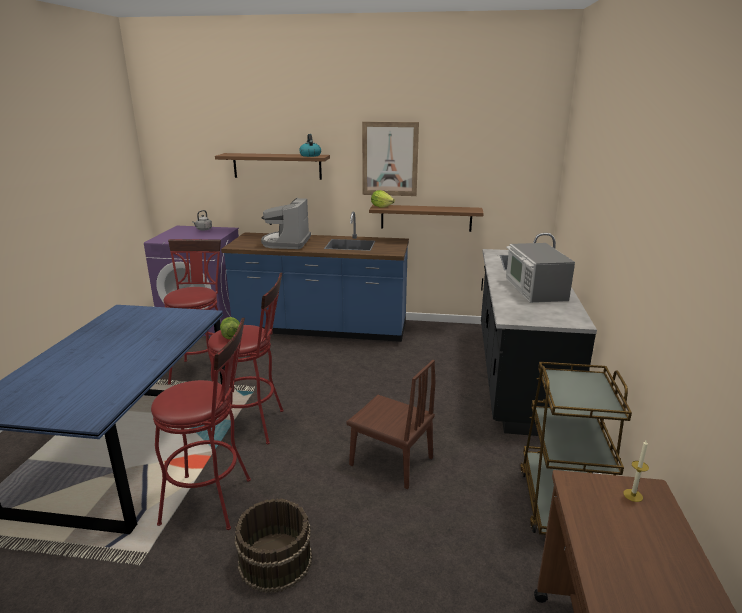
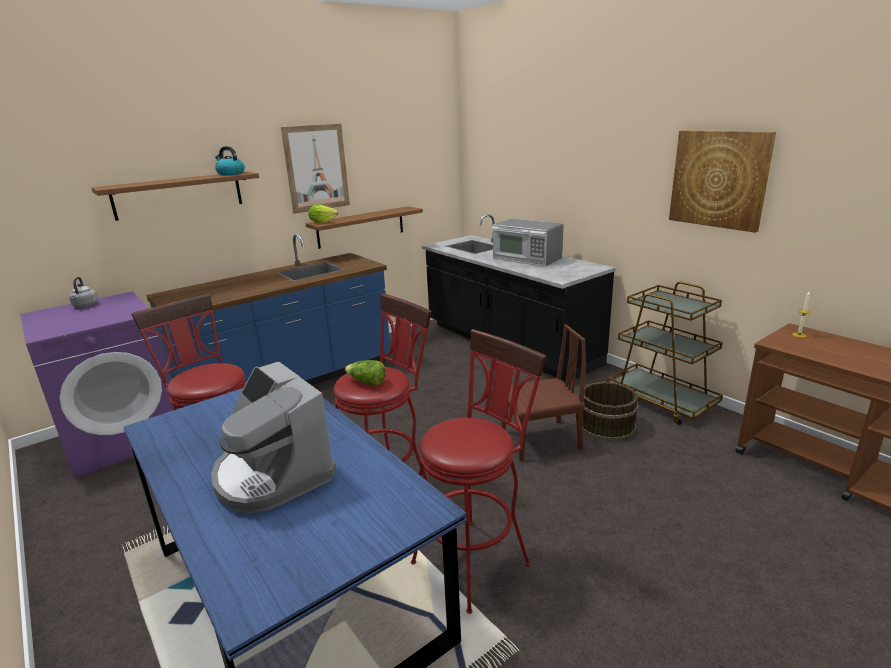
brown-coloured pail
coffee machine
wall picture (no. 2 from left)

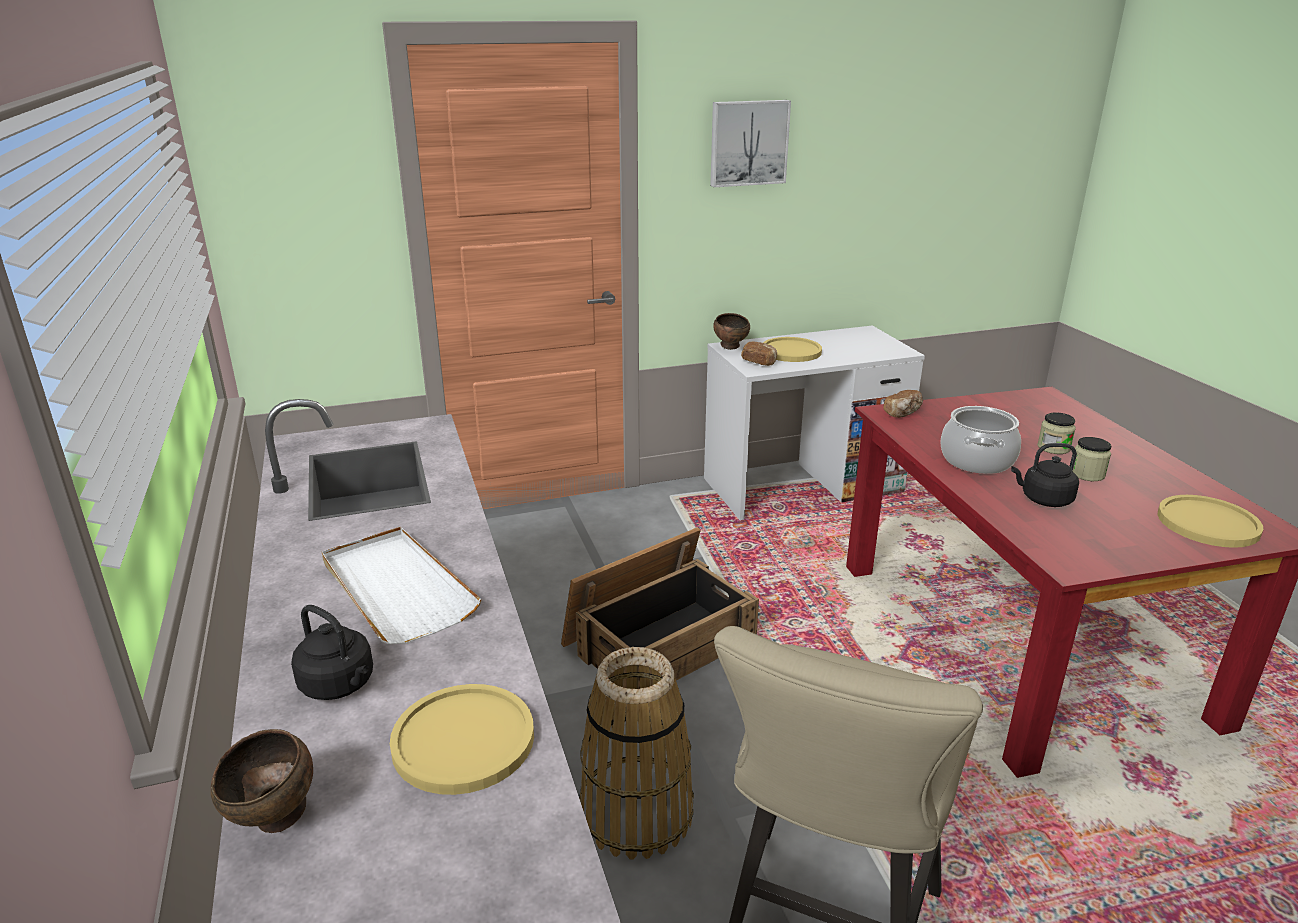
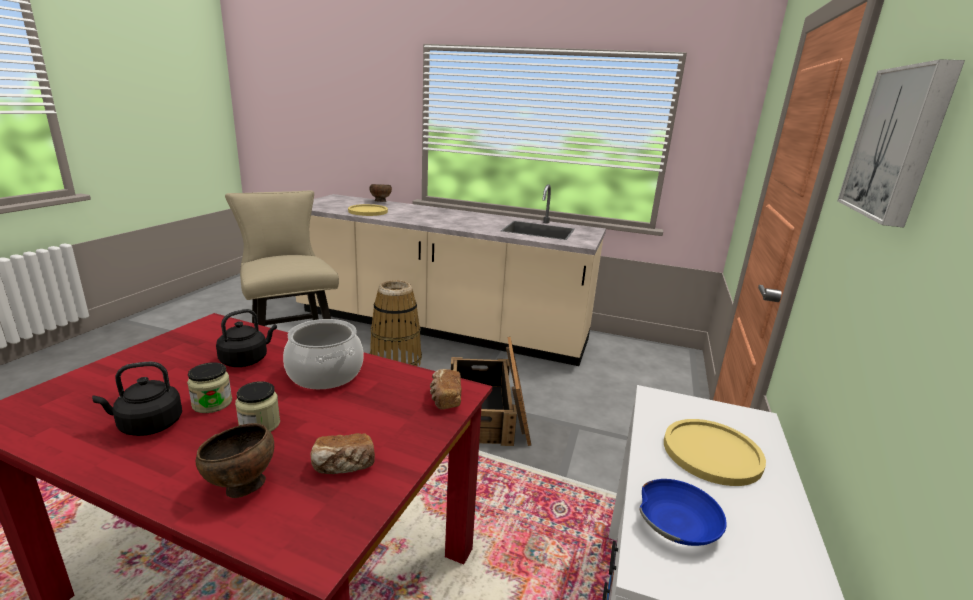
black-coloured water kettle (no. 1 from left)
white-coloured serving tray
brown-coloured serving bowl (no. 1 from left)
bread (no. 1 from left)
yellow plate (no. 3 from left in the first image)
bluish serving bowl

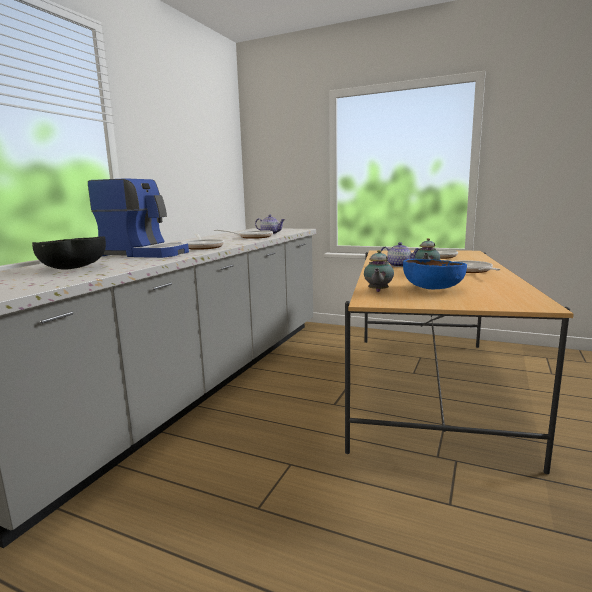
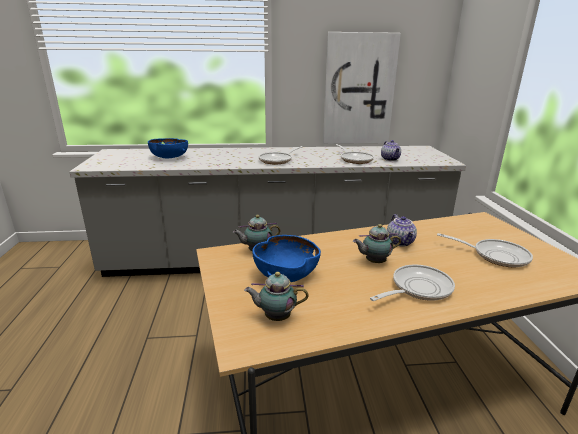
bluish serving bowl (no. 1 from left)
coffee machine
teapot (no. 2 from left)
wall picture

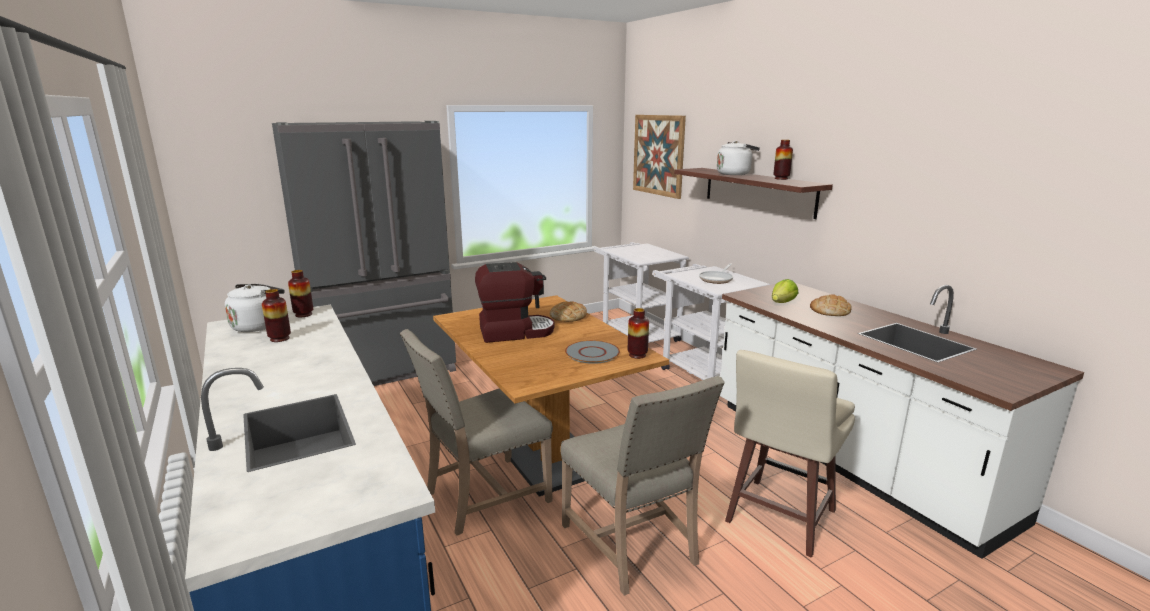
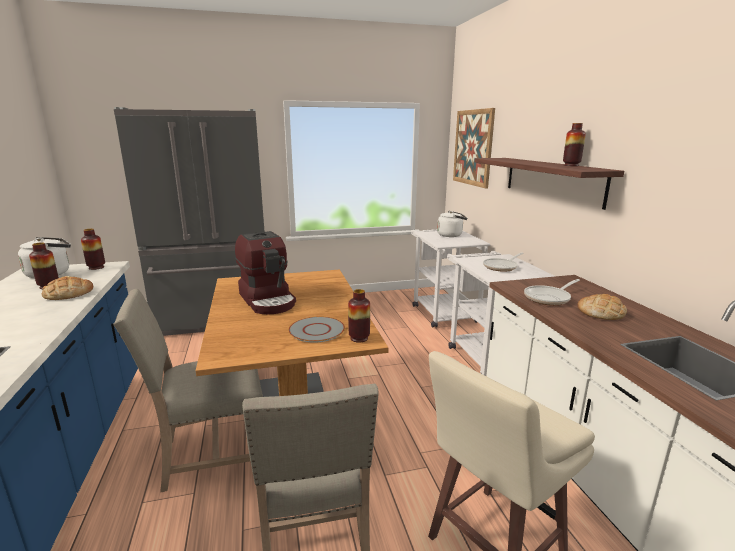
coffee machine
bread (no. 1 from left)
white-coloured water kettle (no. 2 from left)
frying pan (no. 2 from left)

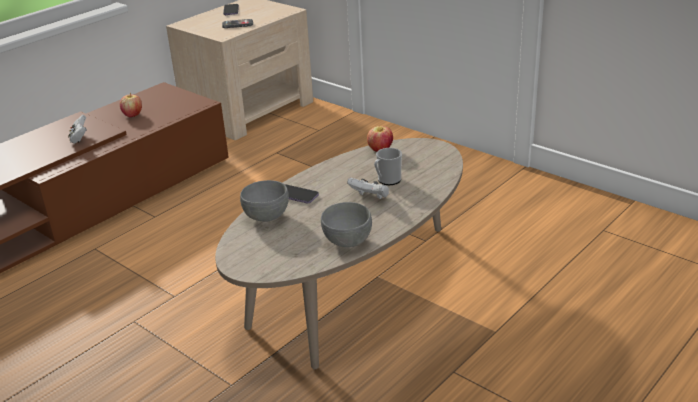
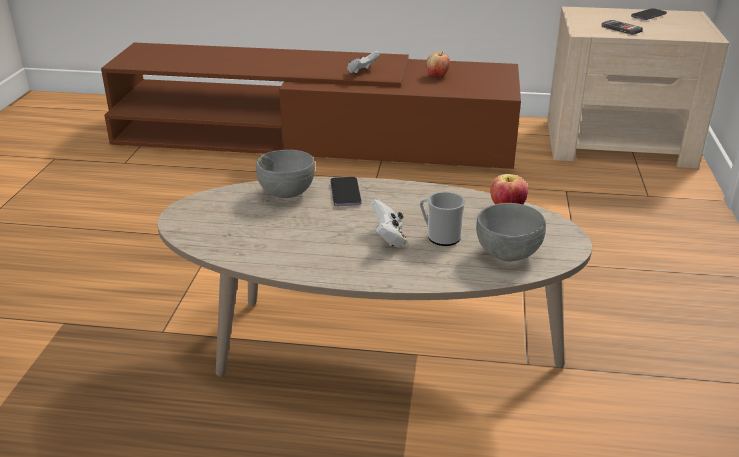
grey serving bowl (no. 2 from left)

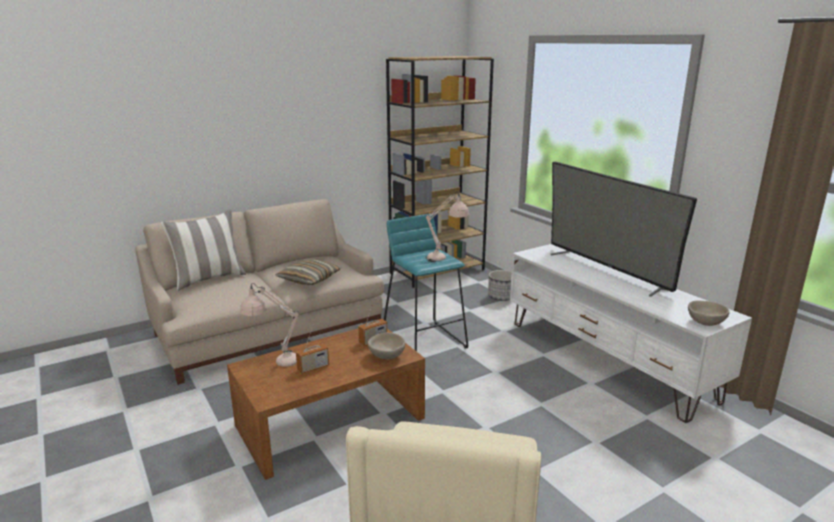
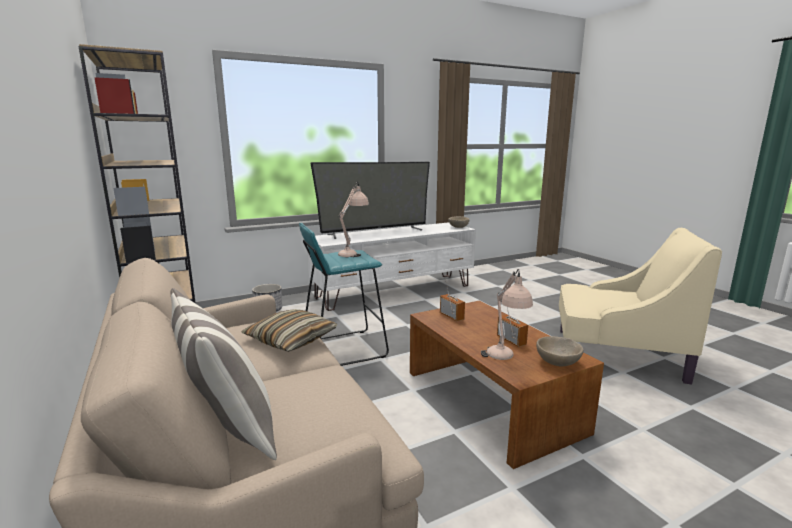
sand-coloured serving bowl (no. 2 from left)

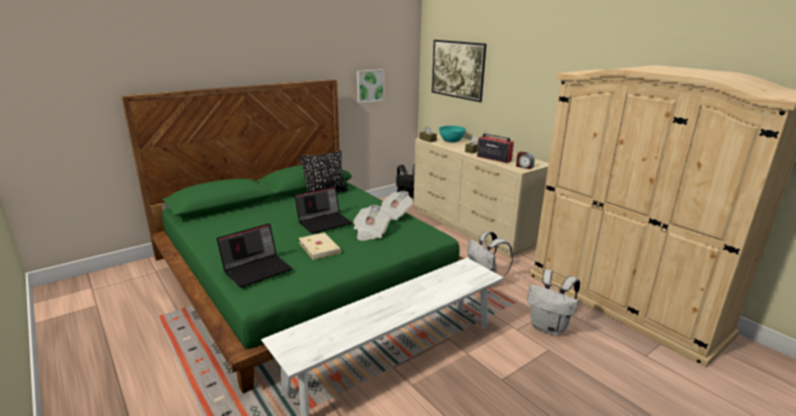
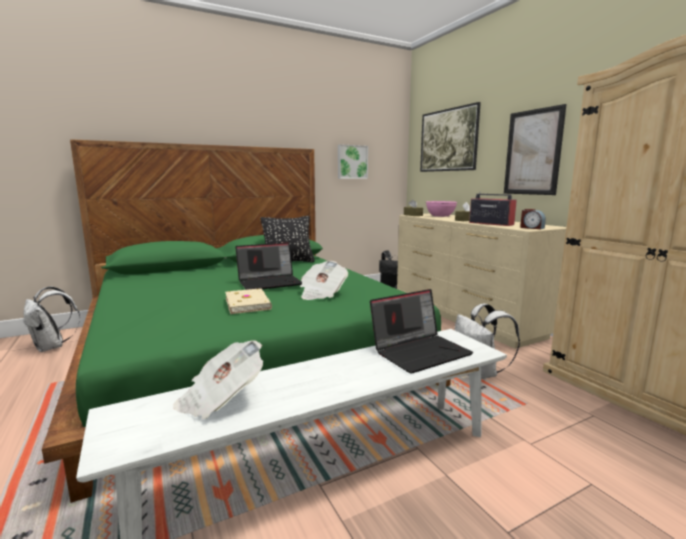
notebook computer (no. 2 from left)
daily paper (no. 1 from left)
pink serving bowl
white-coloured rucksack (no. 1 from left)
wall picture (no. 3 from left)

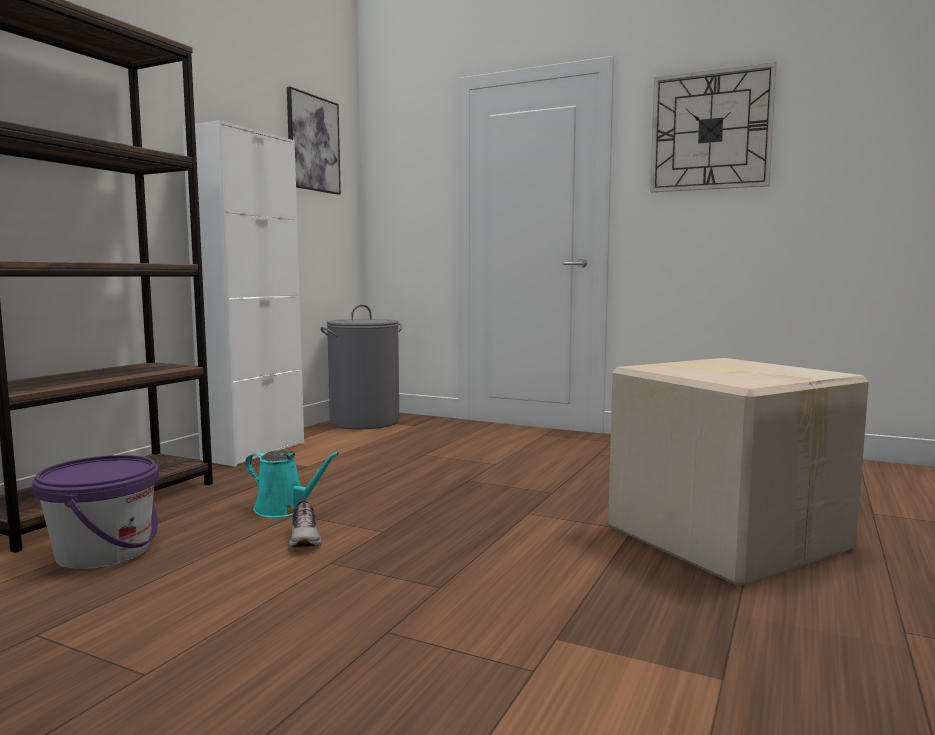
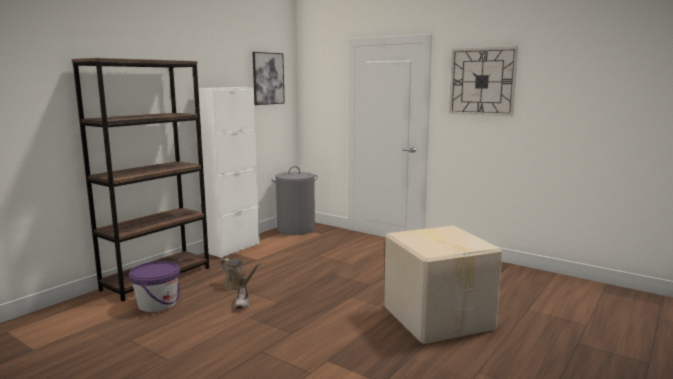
brown-coloured sprinkling can

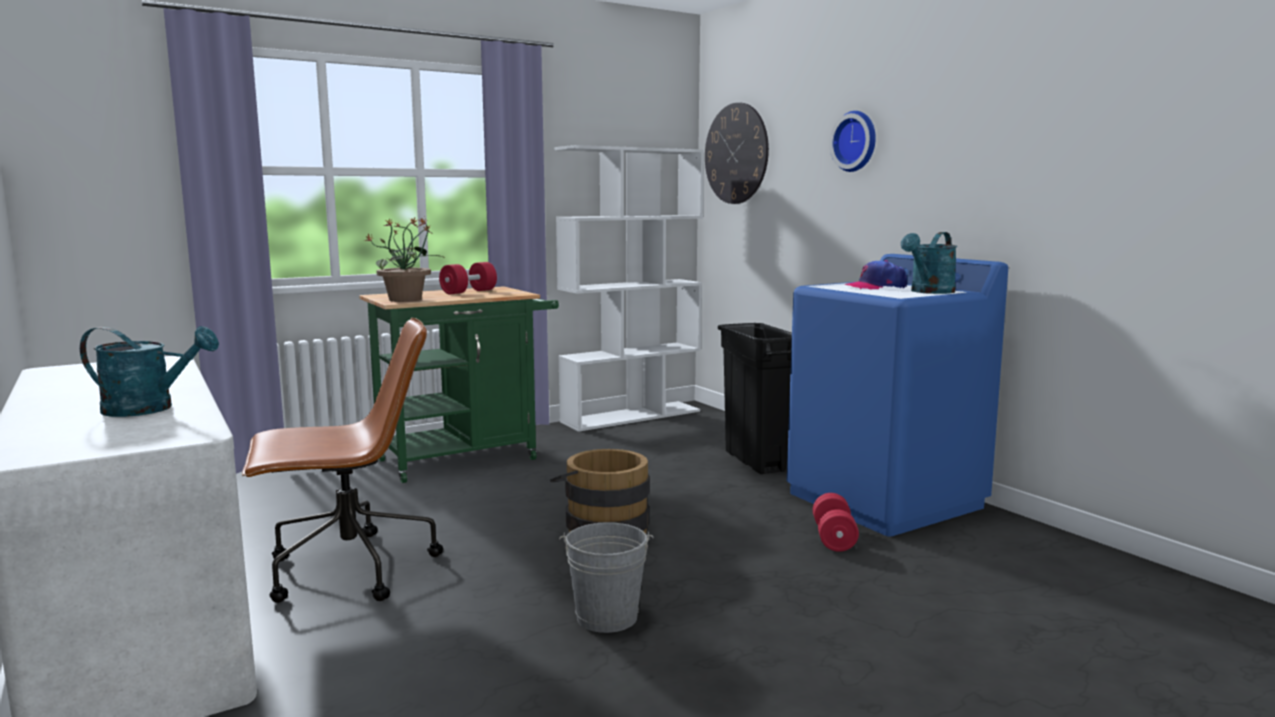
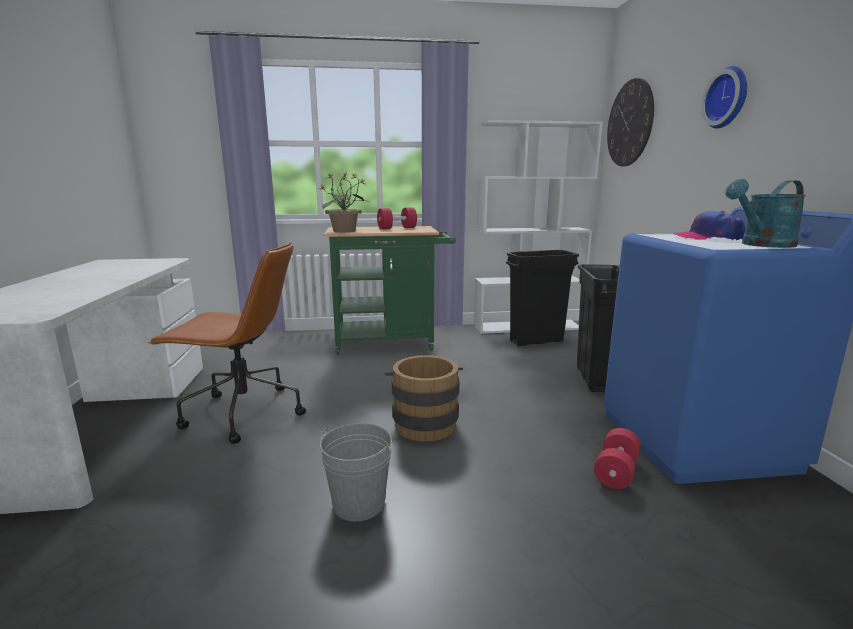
turquoise-coloured sprinkling can (no. 1 from left in the first image)
black-coloured waste bin (no. 1 from left)

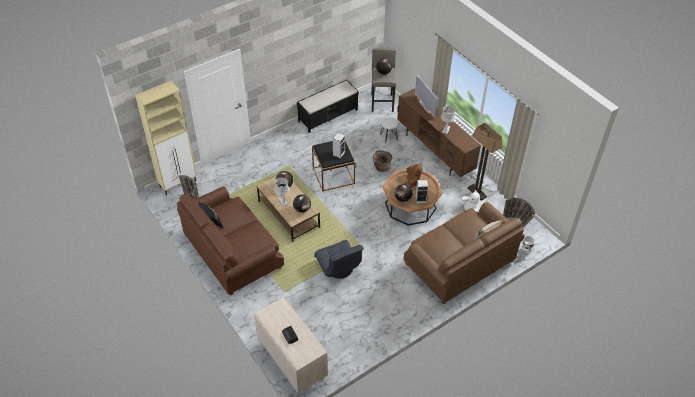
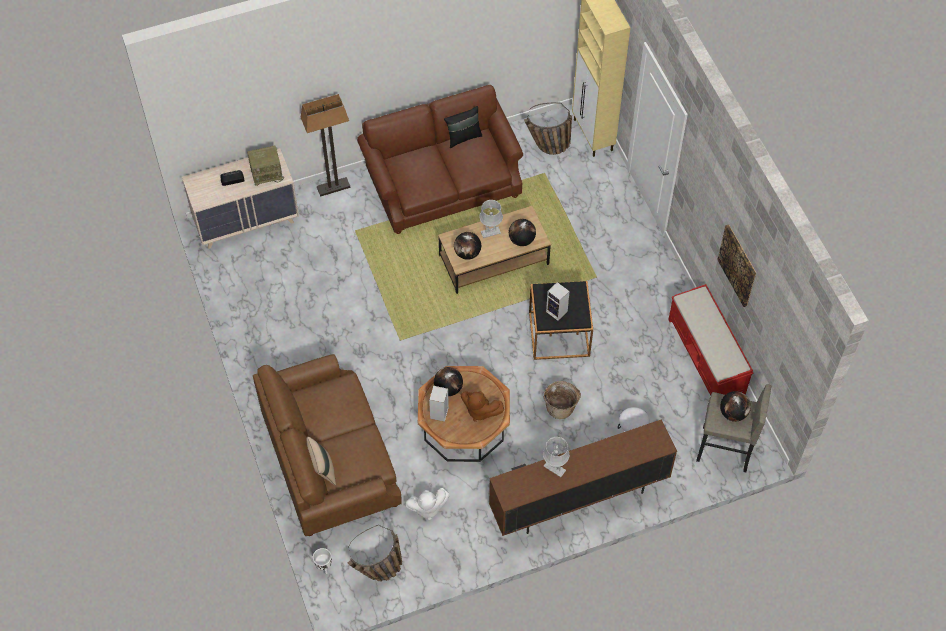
red-coloured bench
grey lounge chair
TV
floor lamp
radio receiver (no. 2 from left)
wall picture

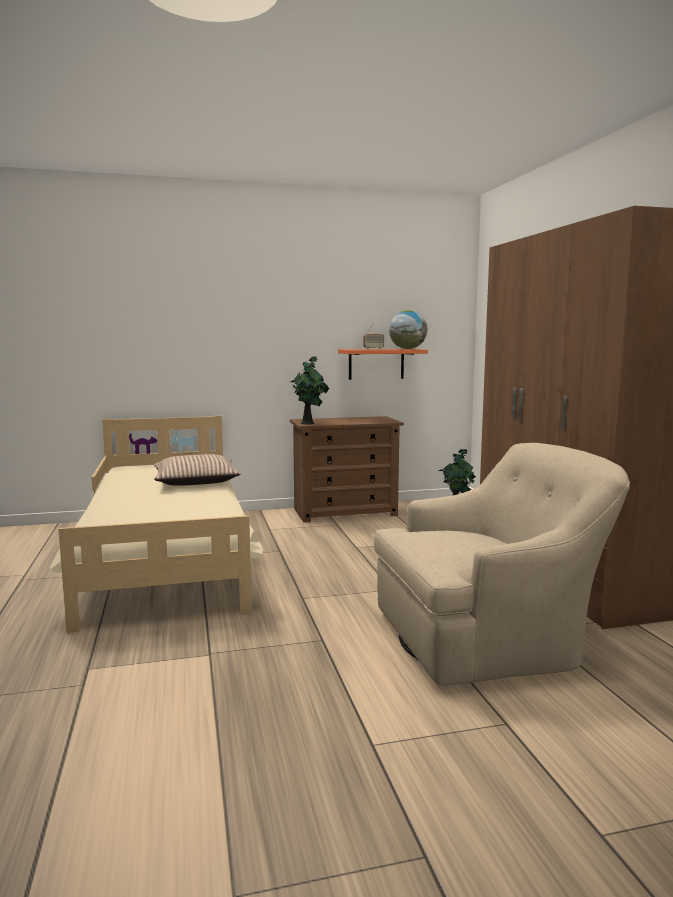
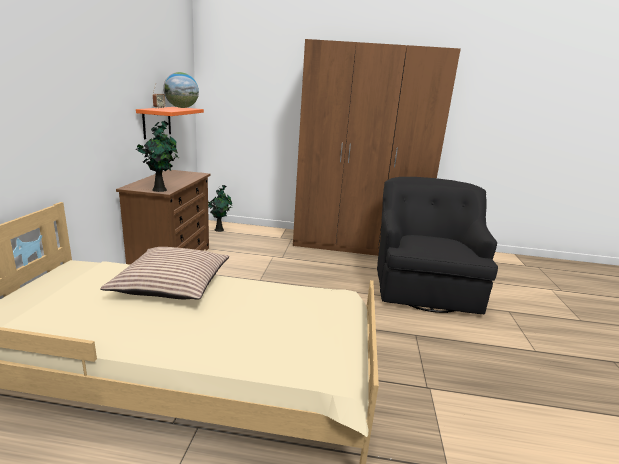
black-coloured lounge chair

